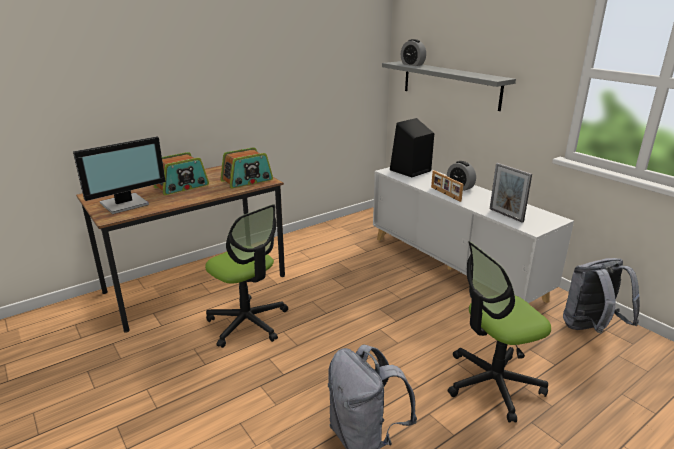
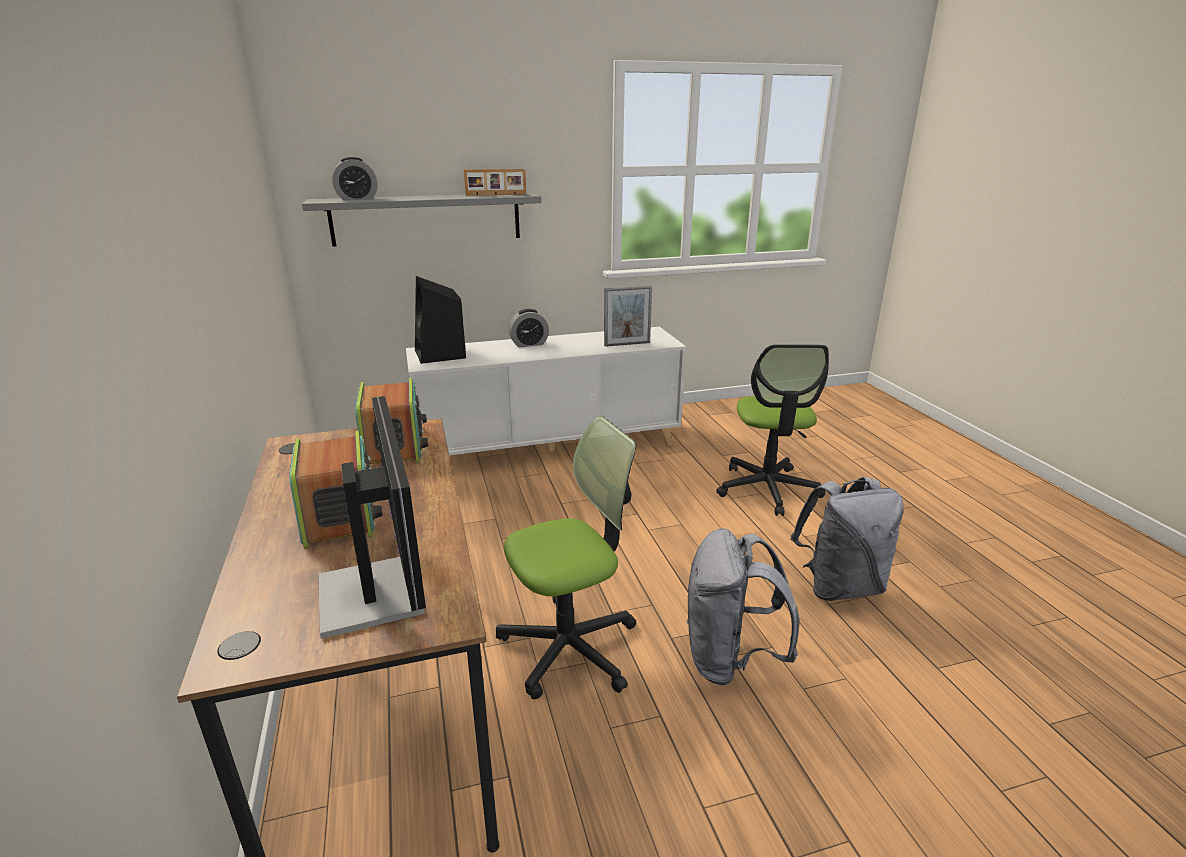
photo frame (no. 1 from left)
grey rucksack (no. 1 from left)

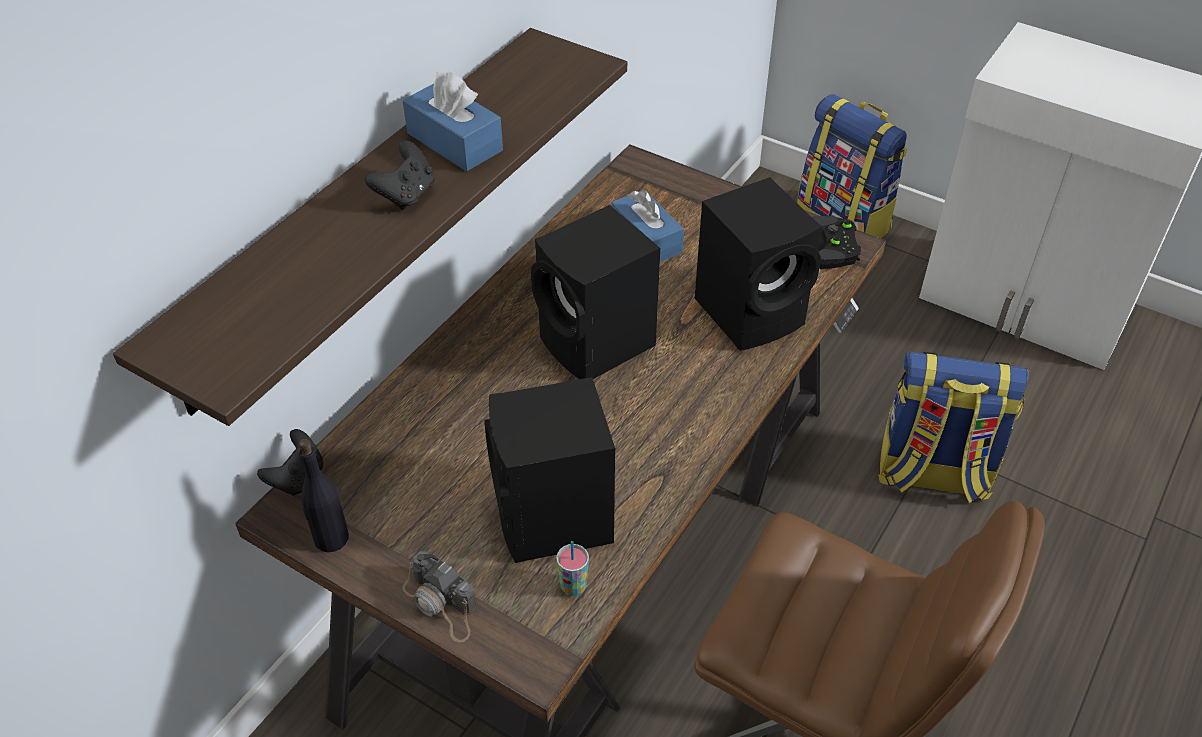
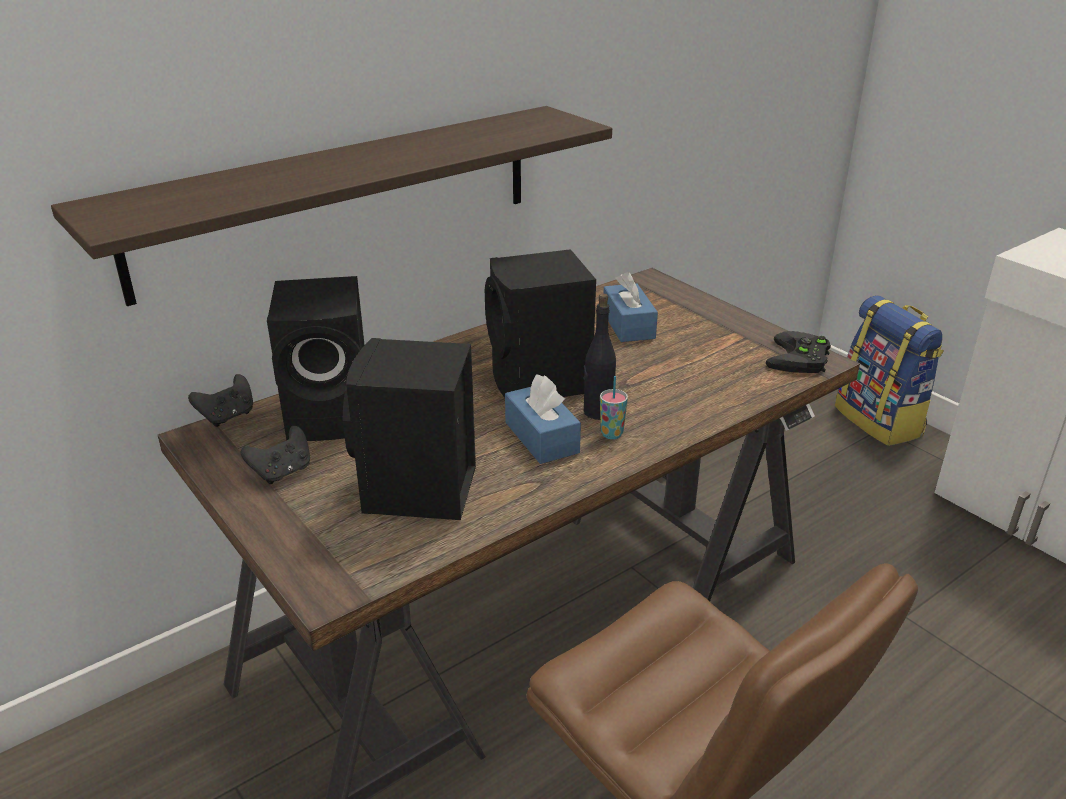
black-coloured drink bottle
black-coloured gamepad (no. 2 from left)
photo camera
bluish tissue box (no. 1 from left)
small cup
black-coloured loudspeaker (no. 1 from left)
rucksack (no. 2 from left in the first image)

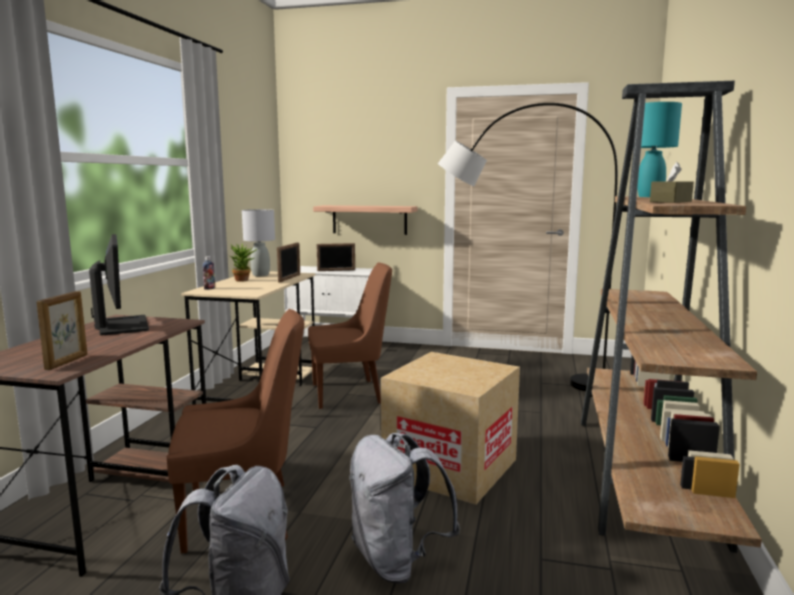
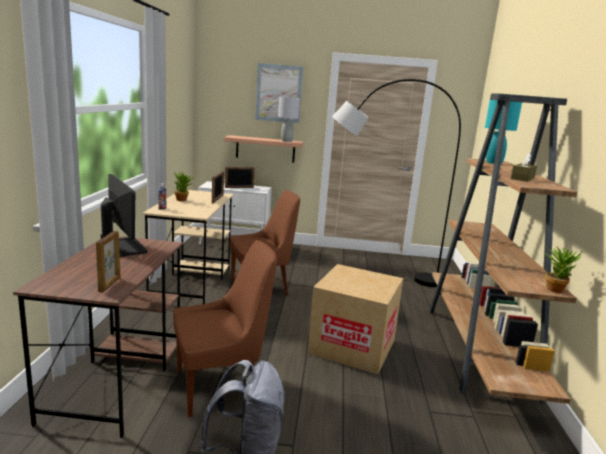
grey lamp for a table
grey rucksack (no. 2 from left in the first image)
wall picture
potted plant (no. 2 from left)

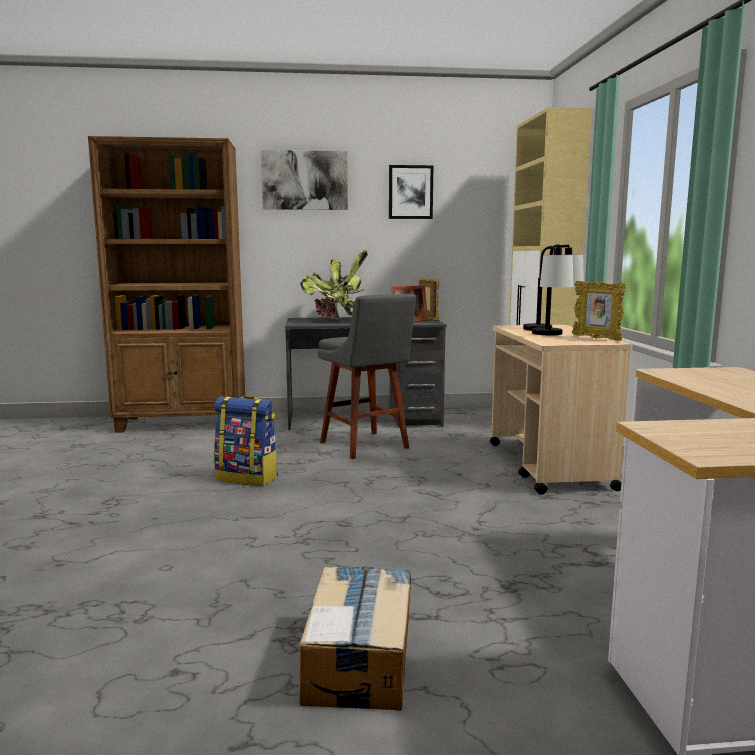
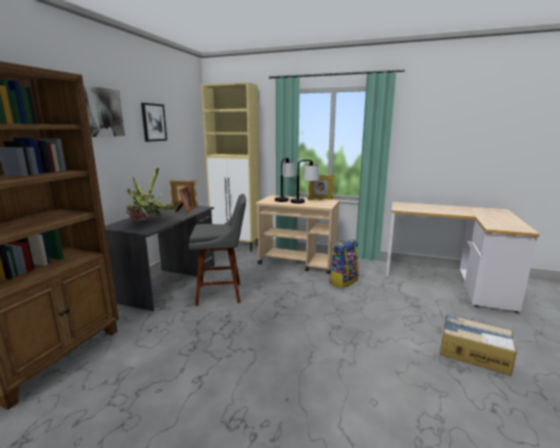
rucksack

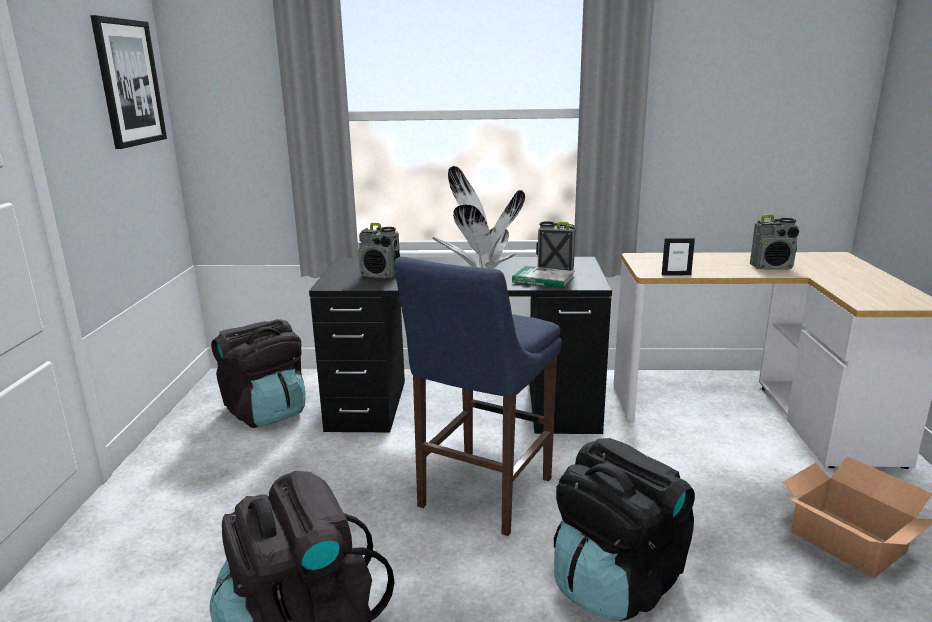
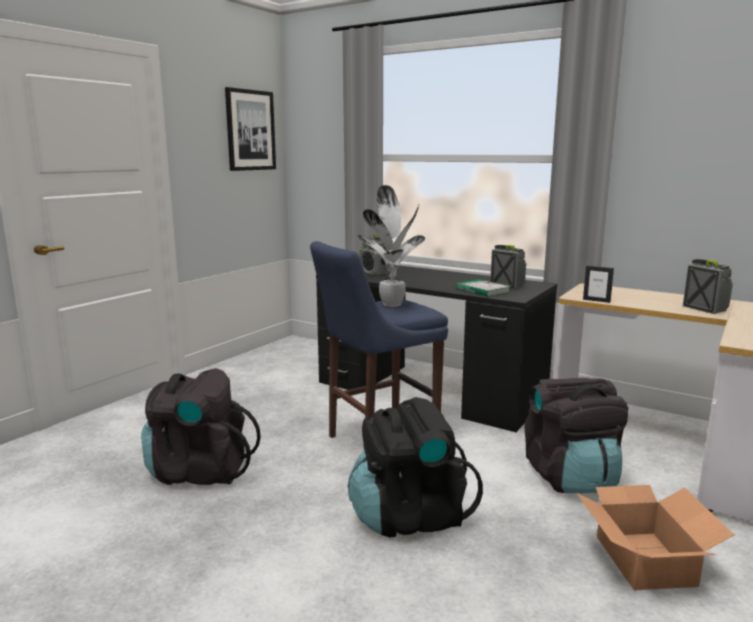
black-coloured rucksack (no. 3 from left)
radio receiver (no. 3 from left)

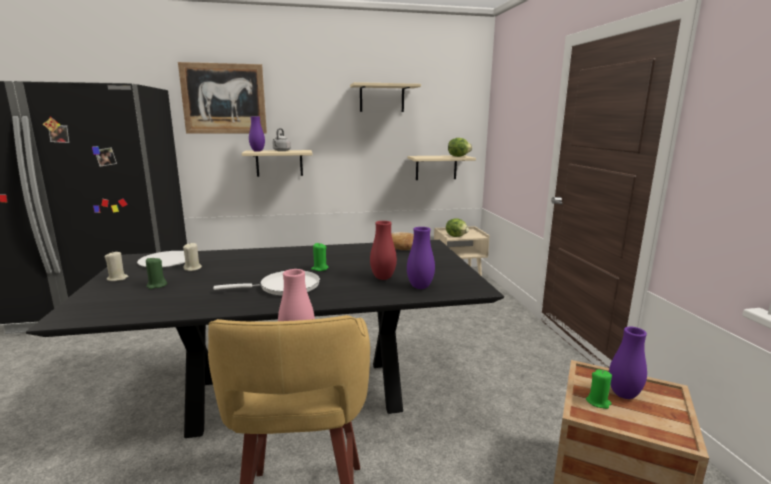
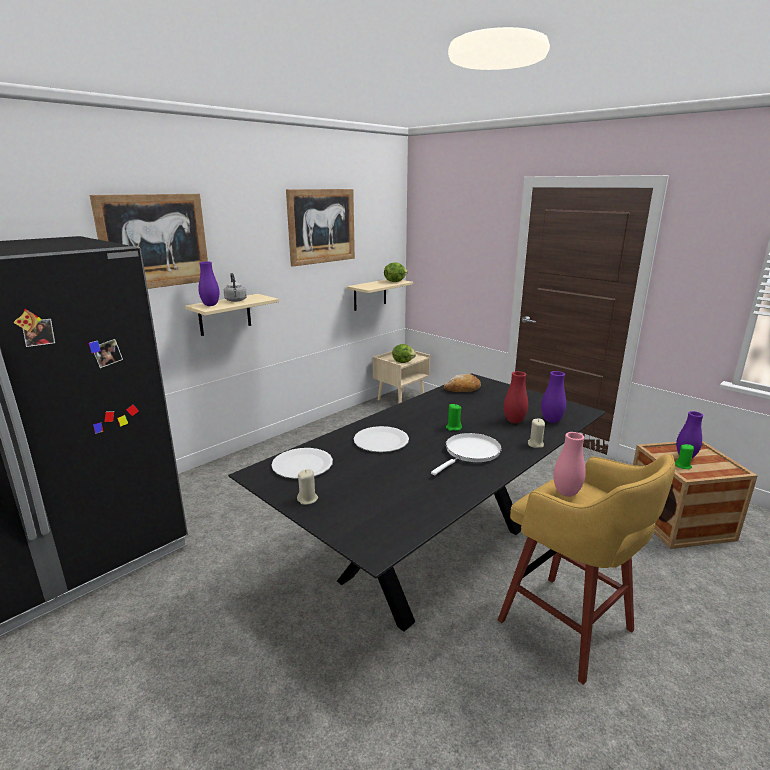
greenish wax candle (no. 1 from left in the first image)
sand-coloured wax candle (no. 2 from left)
wall picture (no. 2 from left)
white-coloured plate (no. 2 from left)

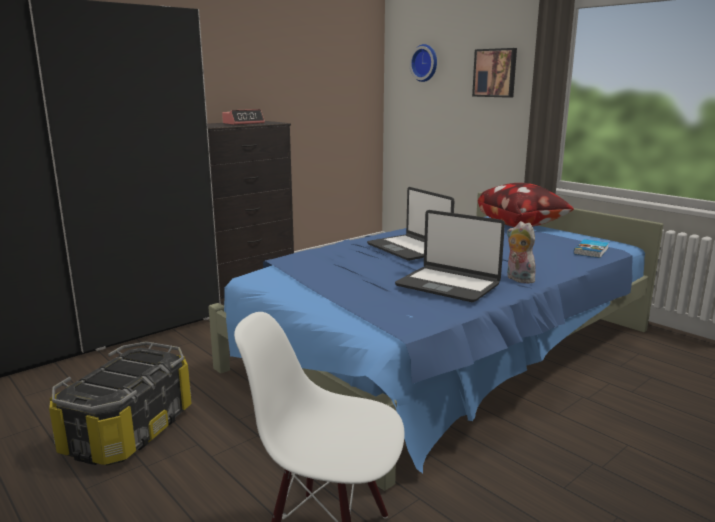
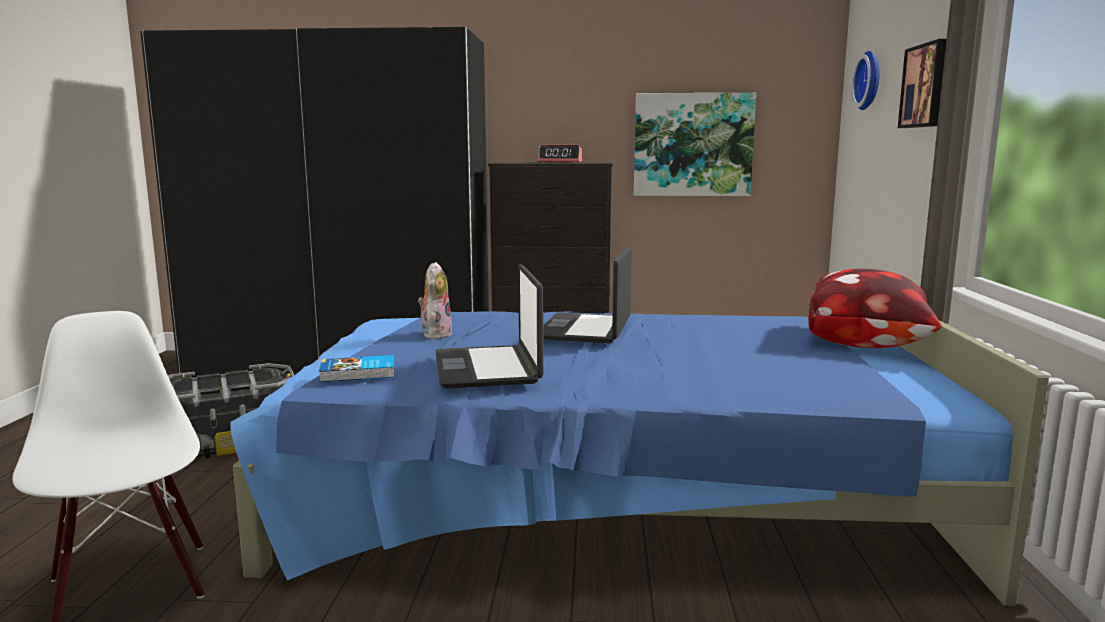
cuddly toy
book
wall picture (no. 1 from left)

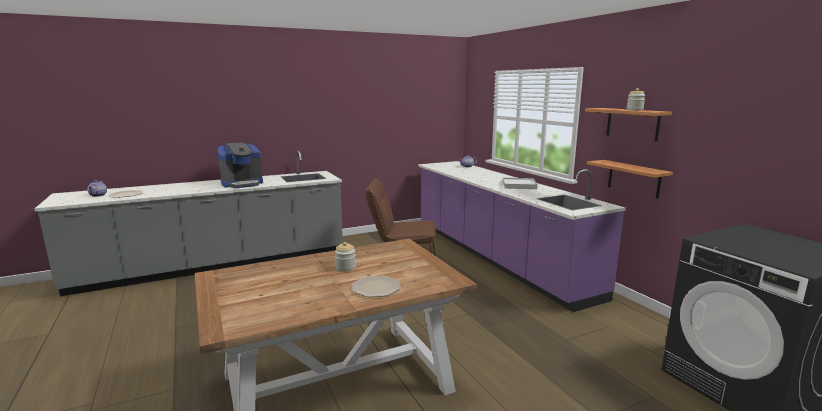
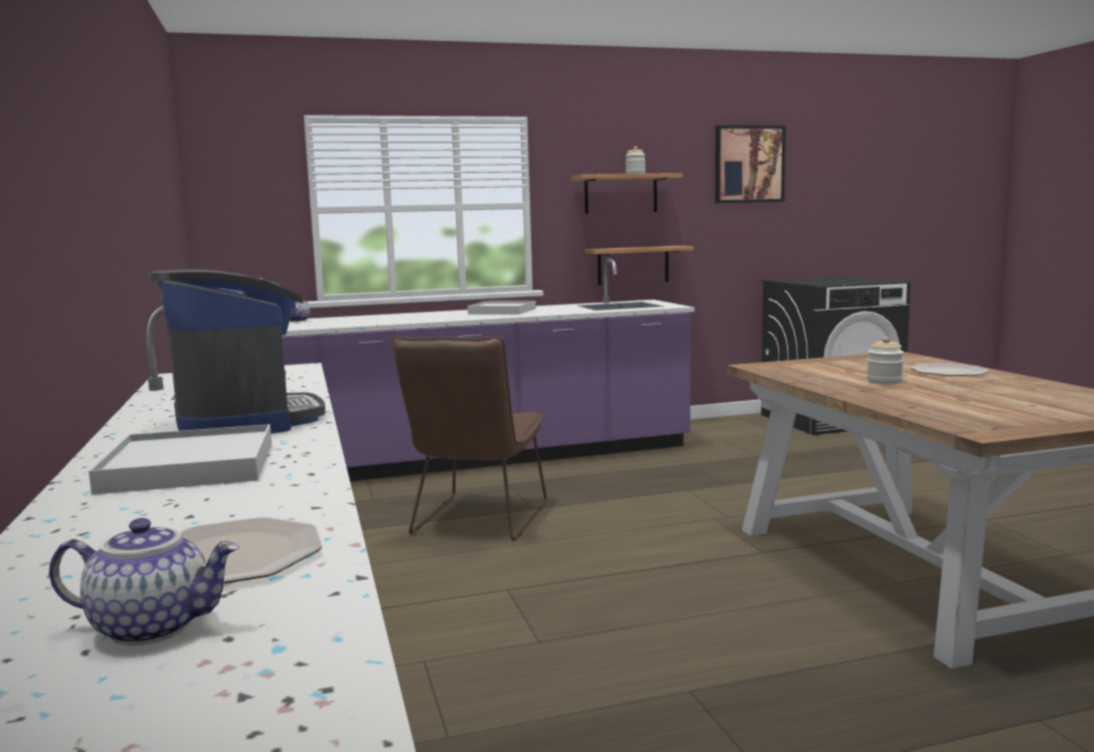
white-coloured serving tray (no. 1 from left)
wall picture

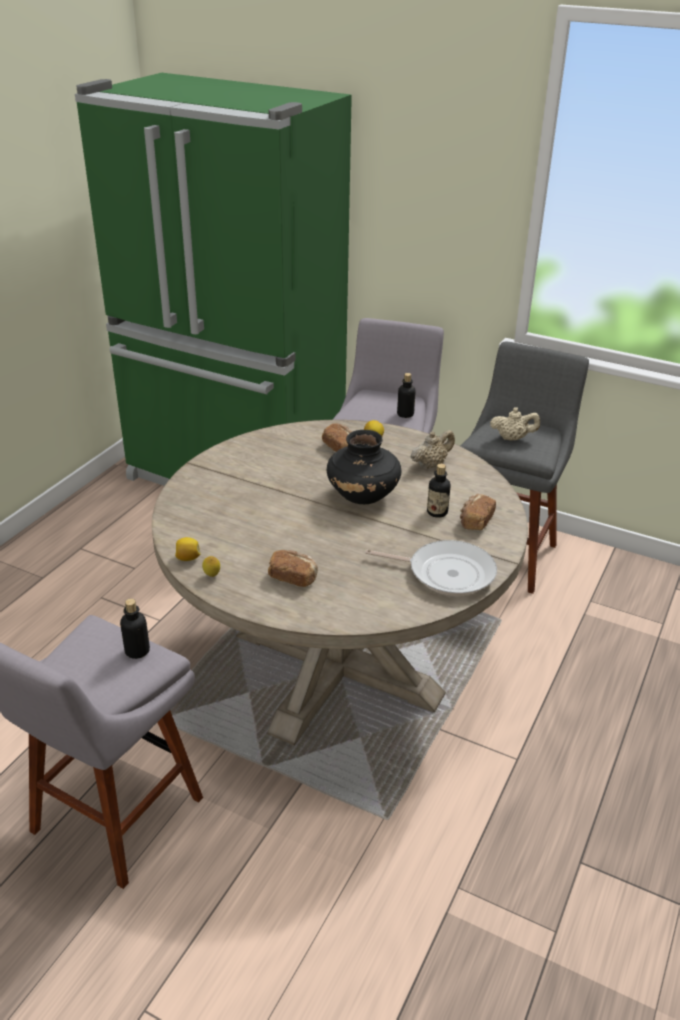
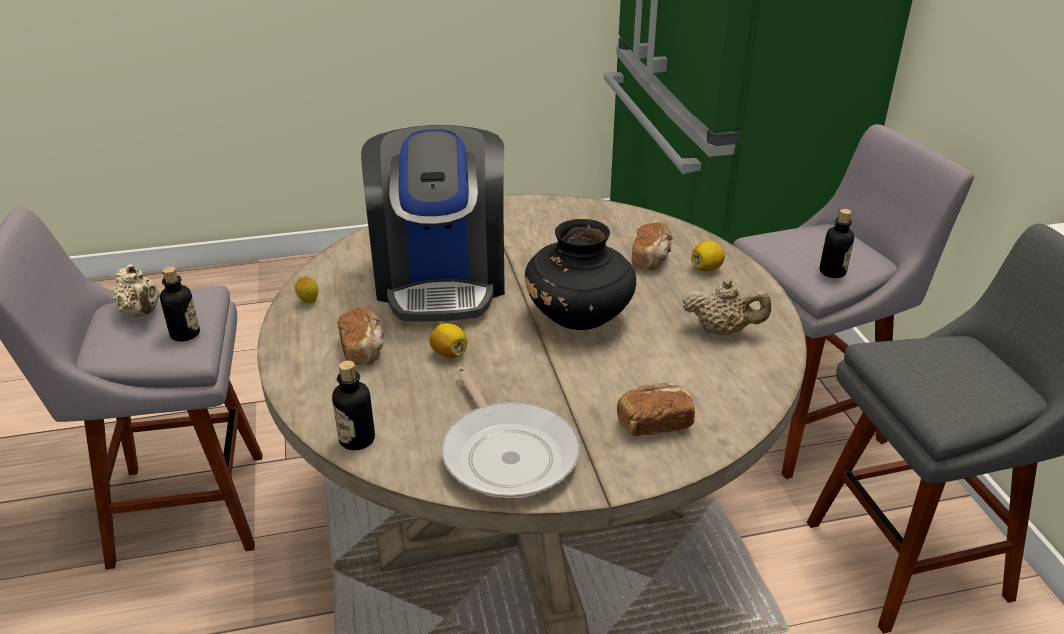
lemon (no. 2 from left)
drink bottle (no. 2 from left)
sand-coloured teapot (no. 1 from left)
coffee machine

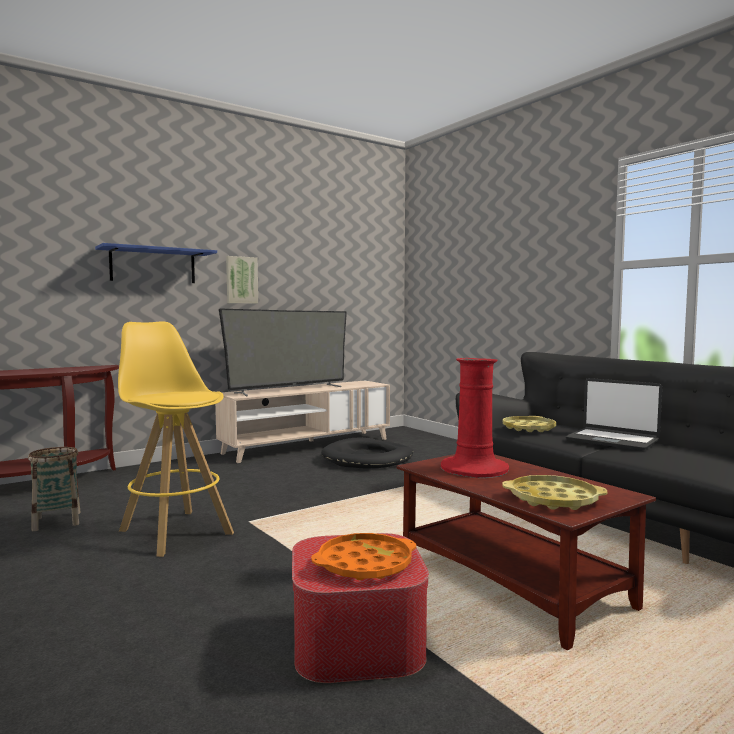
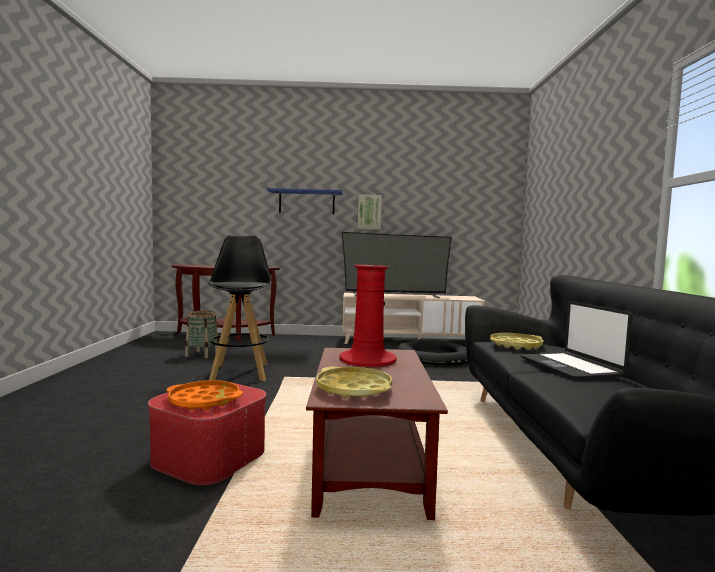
black-coloured stool

